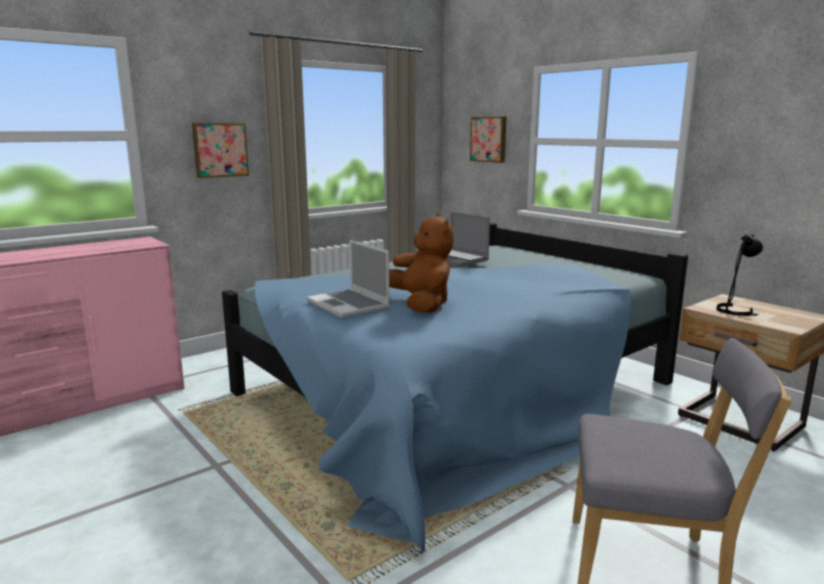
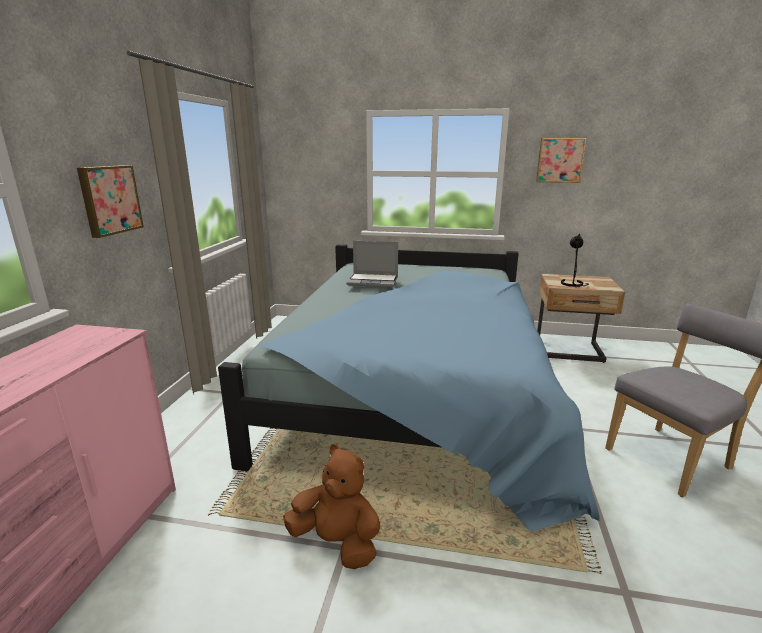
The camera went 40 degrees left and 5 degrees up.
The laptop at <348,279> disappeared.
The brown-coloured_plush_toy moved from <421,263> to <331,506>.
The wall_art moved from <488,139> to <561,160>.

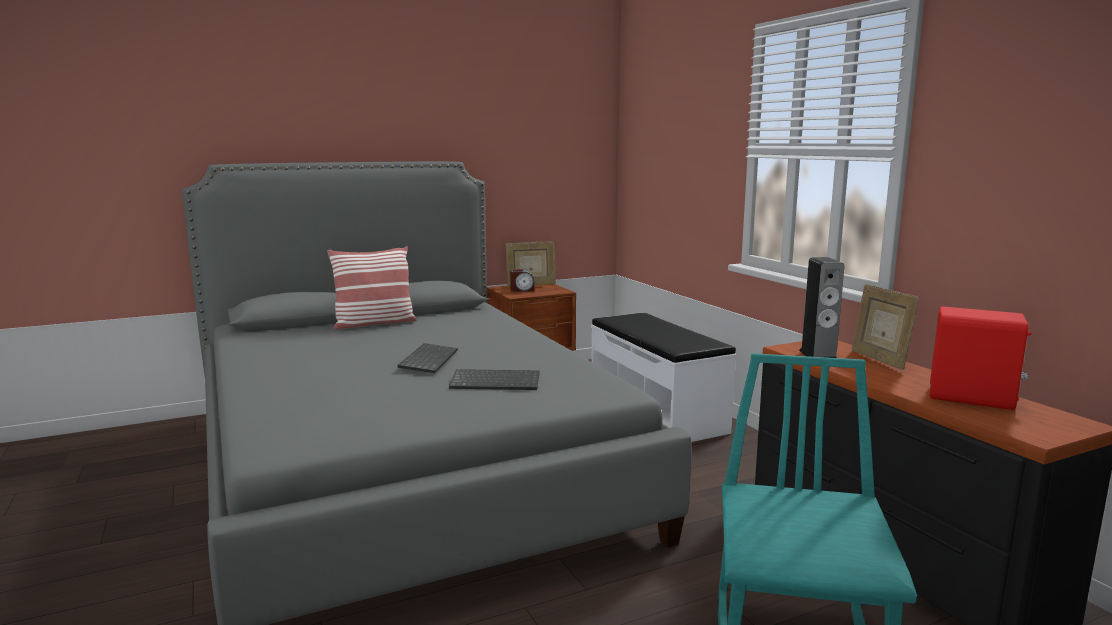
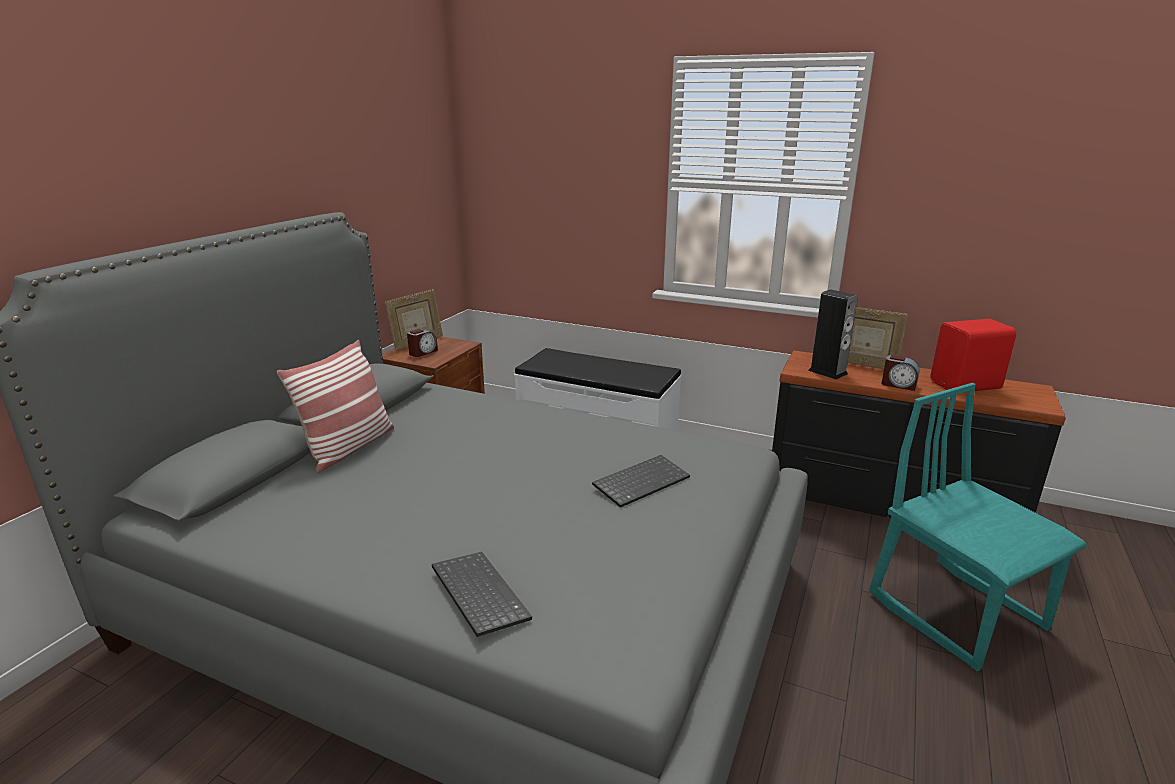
The camera went 40 degrees left and 10 degrees up.
The alarm_clock at <901,373> appeared.
The keyboard moved from <427,358> to <482,594>.

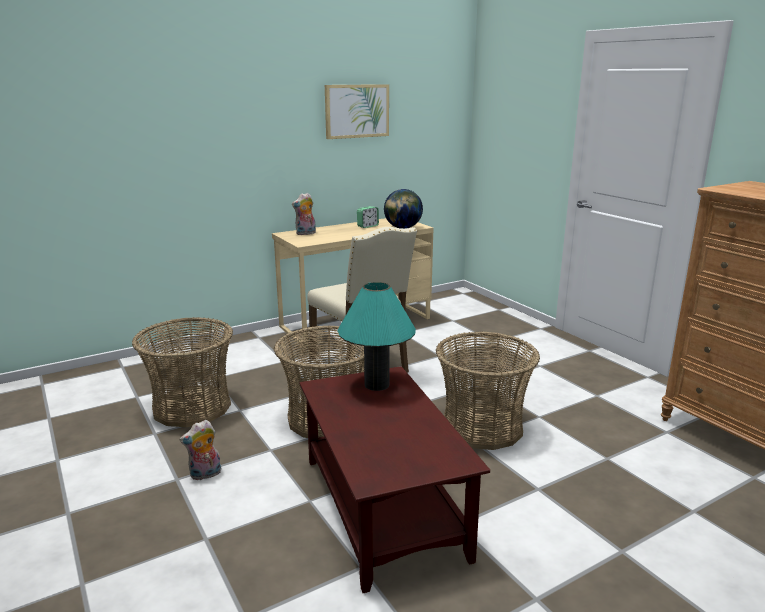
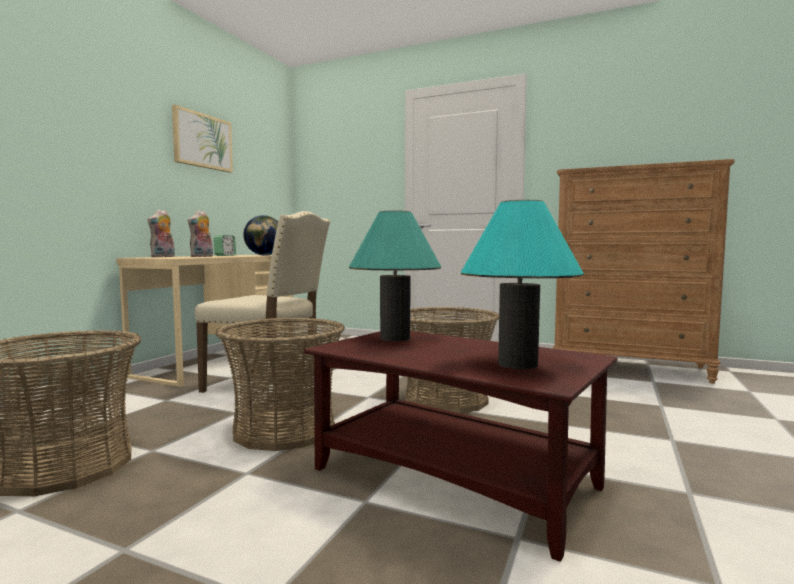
The camera went 35 degrees left and 15 degrees down.
The blue-green_table_lamp at <522,284> appeared.
The plush_toy moved from <200,450> to <200,234>.

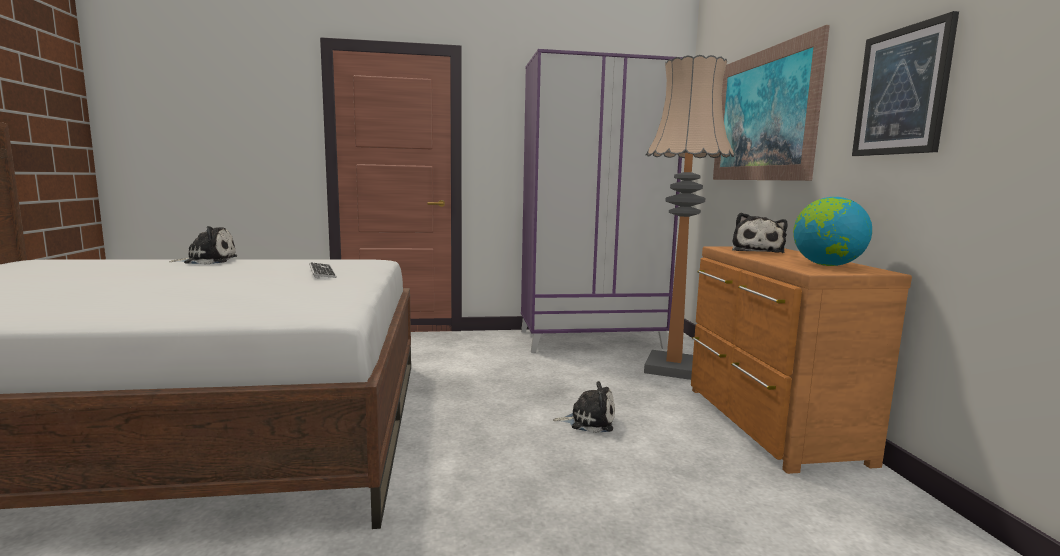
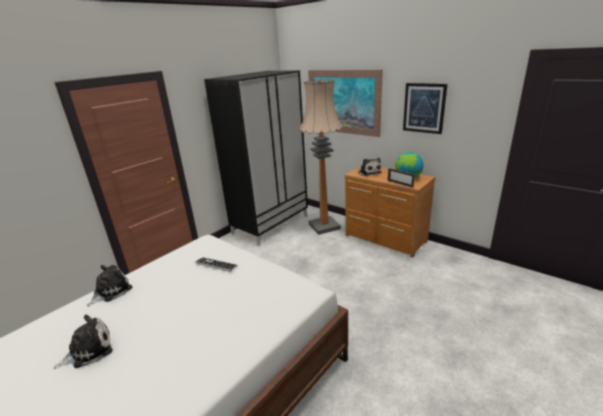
The camera went 40 degrees left and 15 degrees up.
The standing_frame at <401,178> appeared.
The plush_toy moved from <584,407> to <82,342>.
The purple_clothes_cupboard at <602,201> became the black_clothes_cupboard at <256,158>.

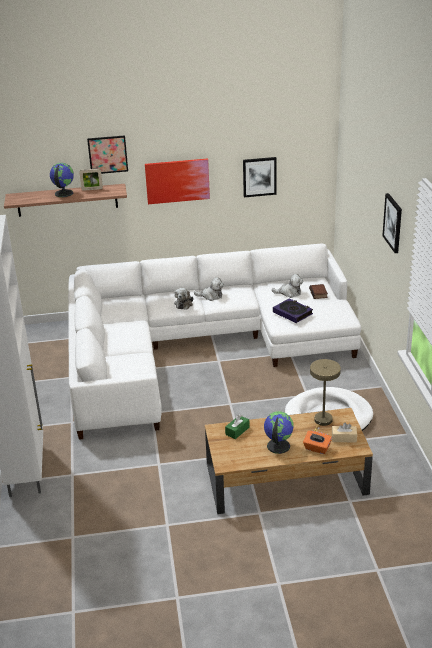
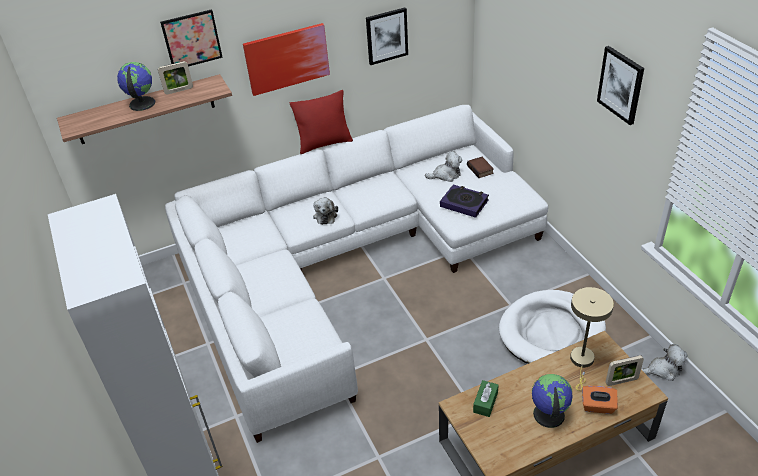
The camera went 15 degrees left and 10 degrees up.
The red-coloured_cushion at <321,122> appeared.
The plush_toy moved from <209,289> to <664,362>.
The beige-coloured_box_of_tissues at <344,432> was replaced by the standing_frame at <625,370>.

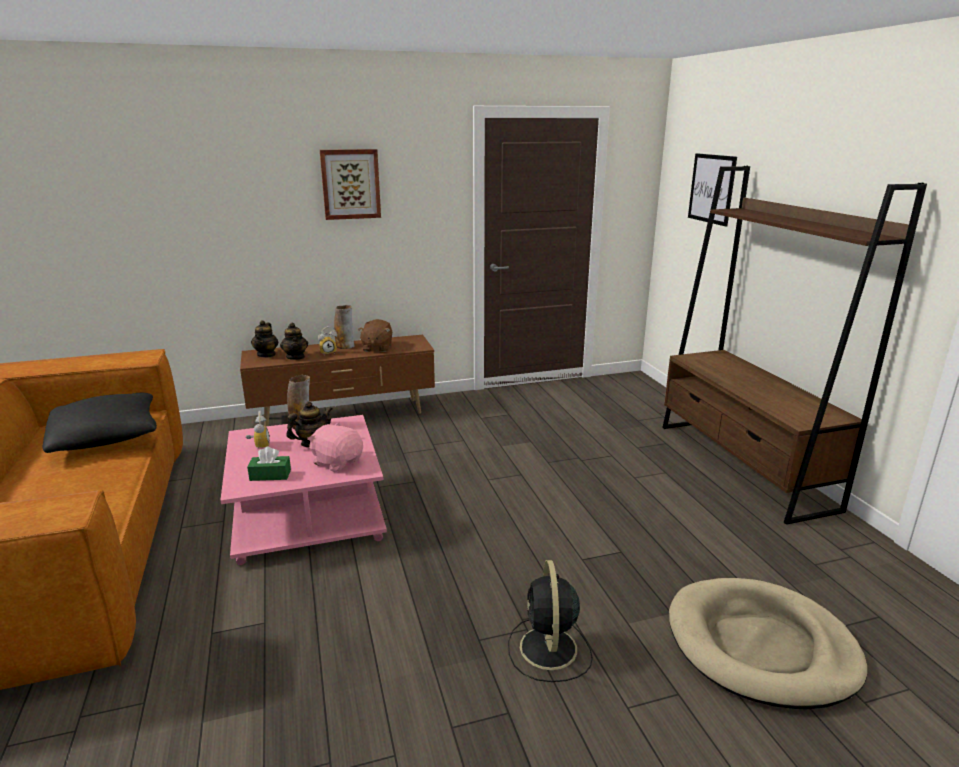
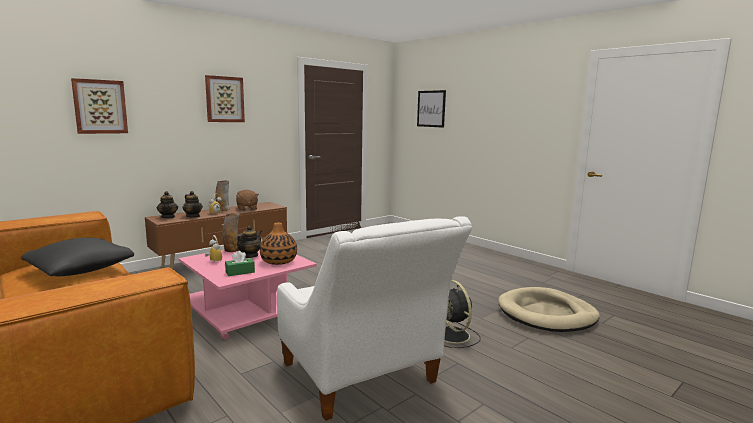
The camera went 25 degrees left and 10 degrees down.
The brown-coloured_shelving_unit at <794,345> disappeared.
The wall_art at <99,106> appeared.
The white_easy_chair at <374,318> appeared.
The pinkish_plush_toy at <335,447> was replaced by the vase at <278,244>.

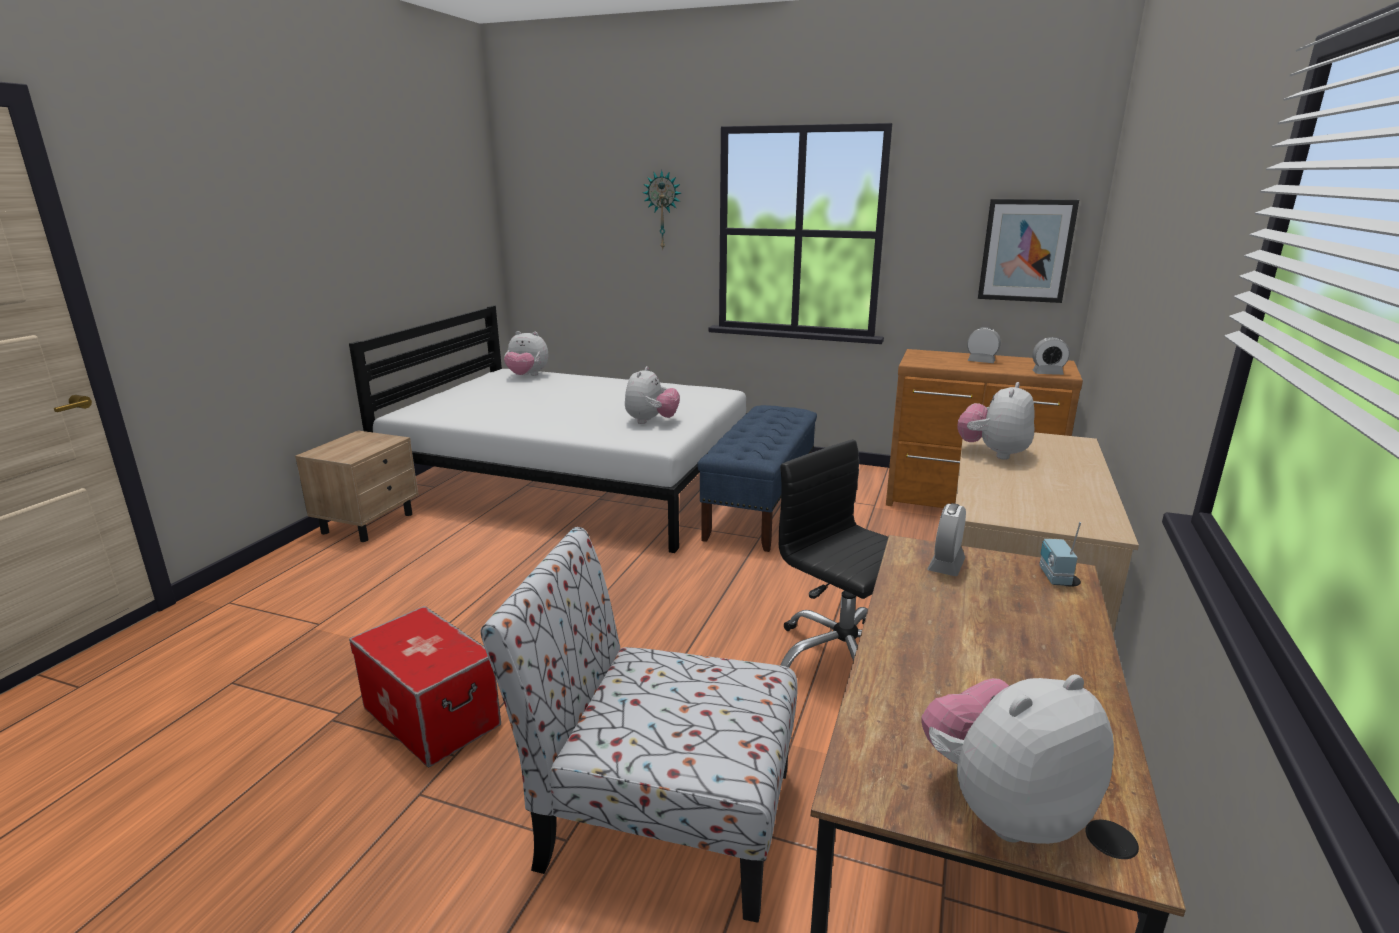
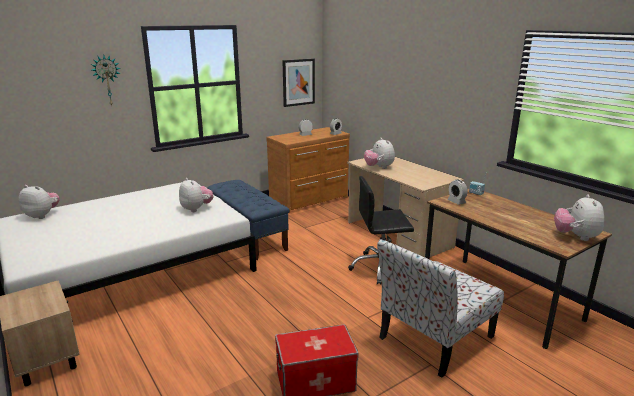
The camera went 55 degrees left and 0 degrees up.
The plush_toy at <526,353> turned 120 degrees counterclockwise.

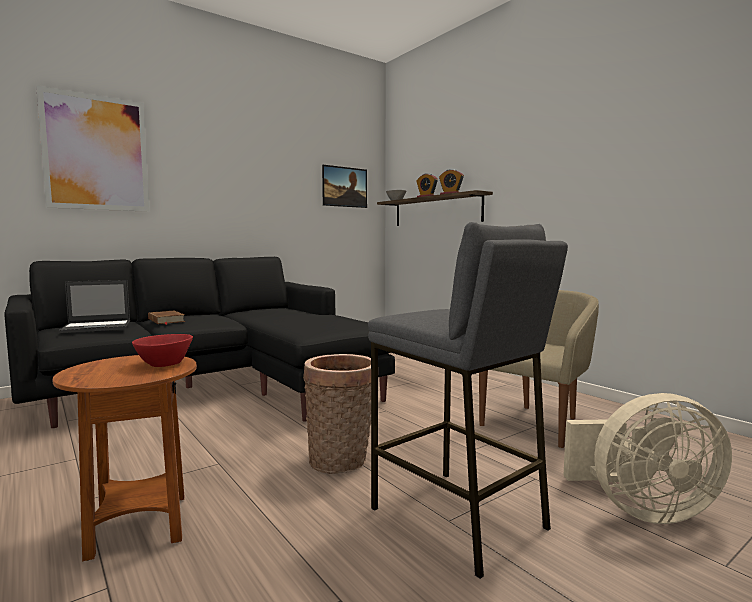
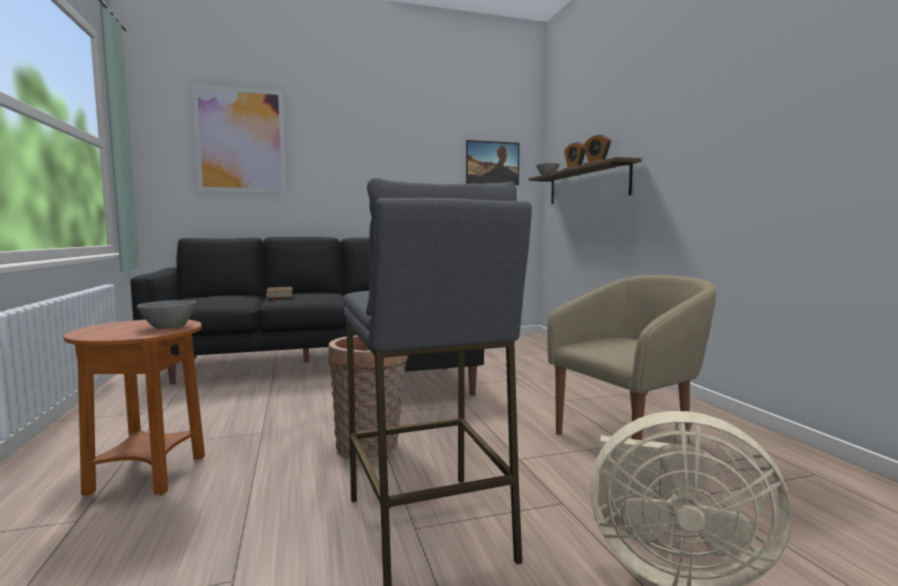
The camera went 20 degrees right and 0 degrees up.
The laptop at <94,306> disappeared.
The red-coloured_bowl at <162,350> became the gray_bowl at <166,314>.

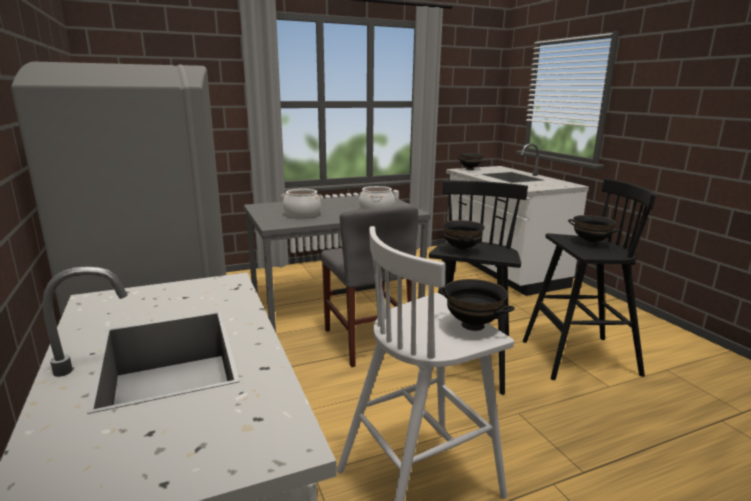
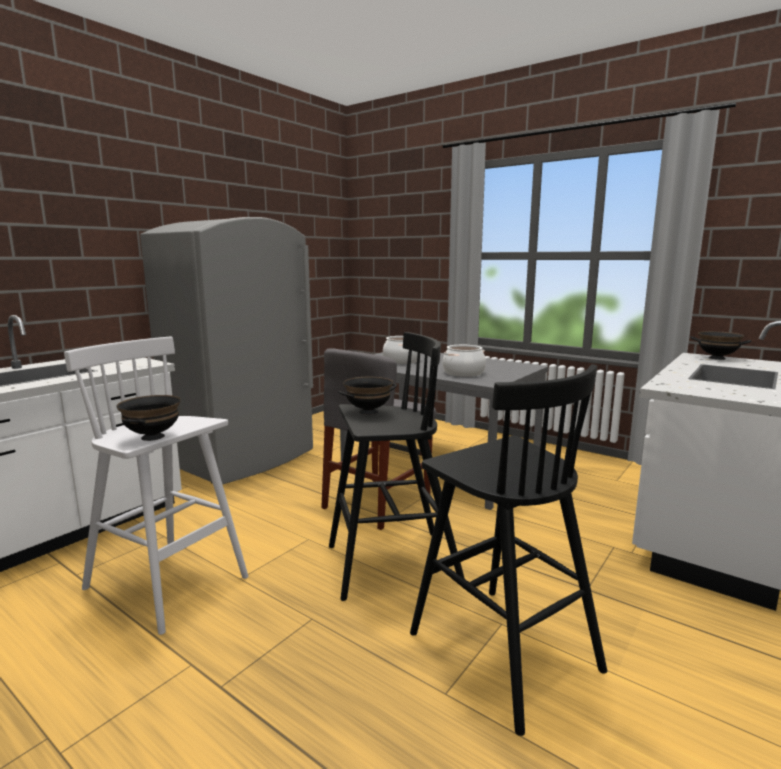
The camera went 60 degrees right and 5 degrees down.
The black_bowl at <594,230> disappeared.

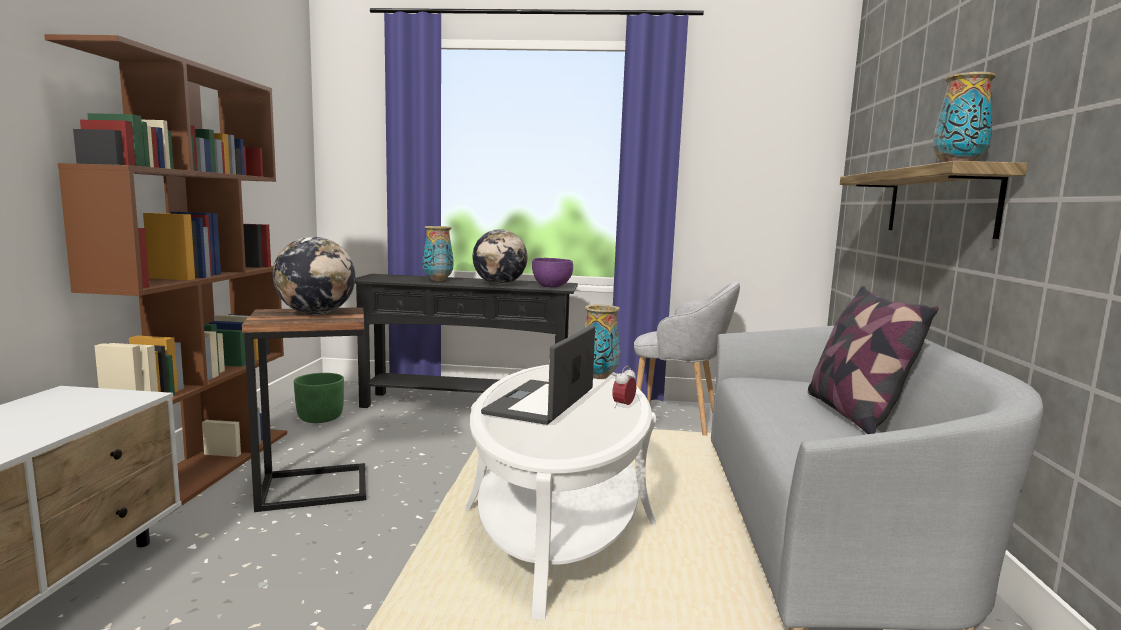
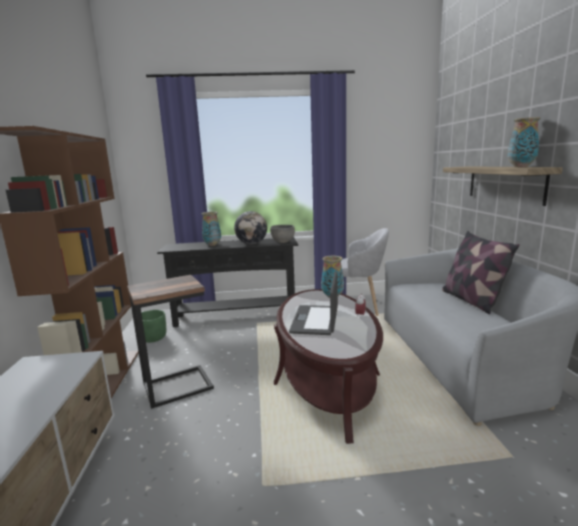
The camera went 10 degrees left and 5 degrees up.
The world_globe at <313,276> disappeared.
The white_low_table at <560,492> became the brown-coloured_low_table at <328,366>.
The purple_bowl at <552,273> became the gray_bowl at <282,234>.

